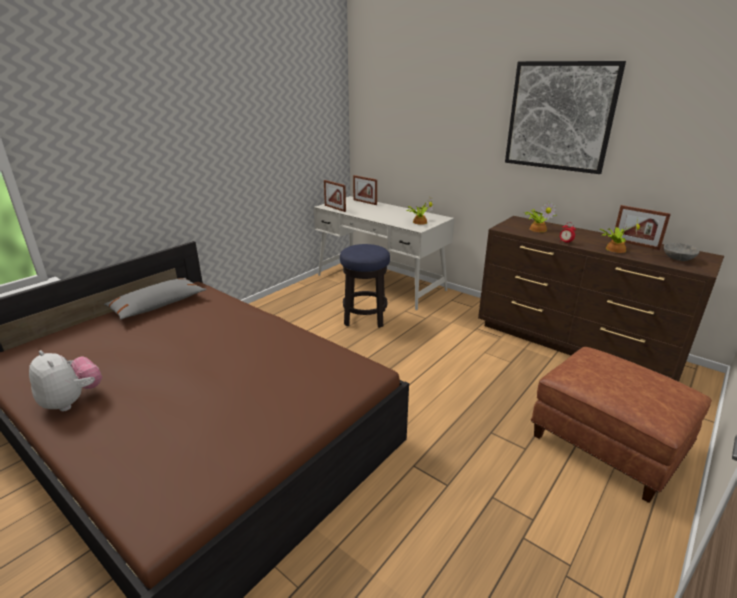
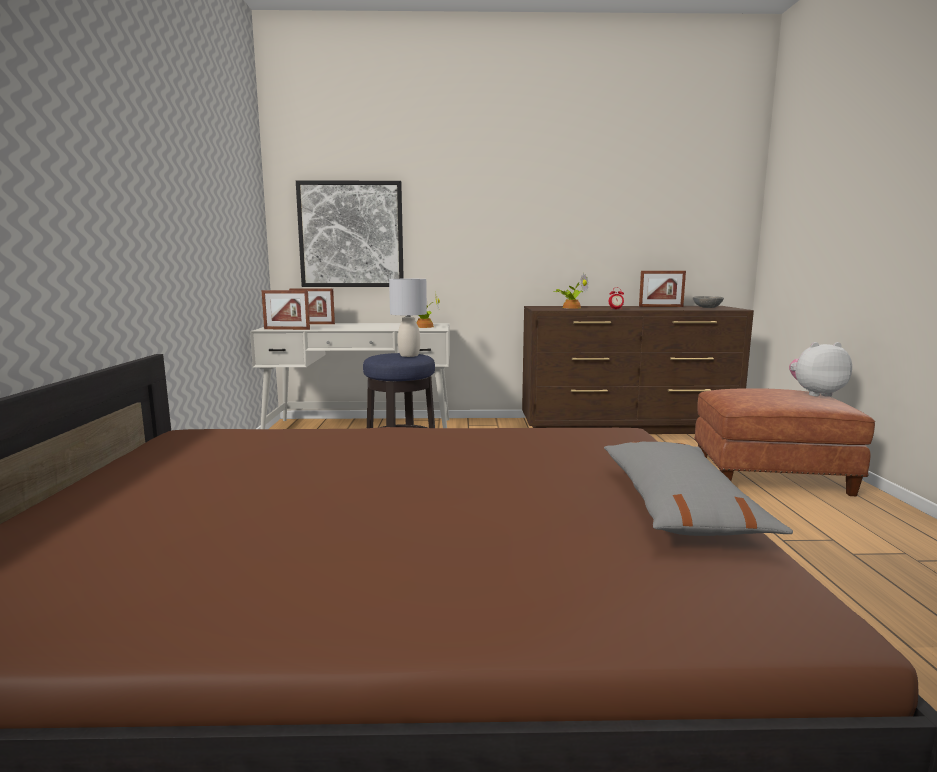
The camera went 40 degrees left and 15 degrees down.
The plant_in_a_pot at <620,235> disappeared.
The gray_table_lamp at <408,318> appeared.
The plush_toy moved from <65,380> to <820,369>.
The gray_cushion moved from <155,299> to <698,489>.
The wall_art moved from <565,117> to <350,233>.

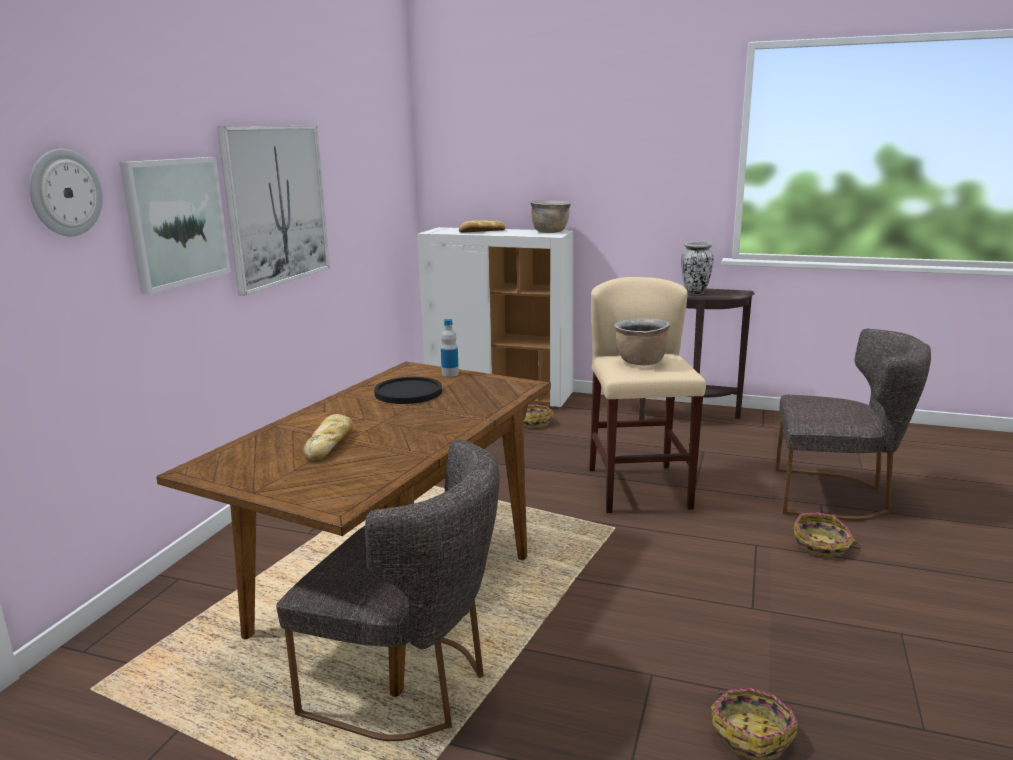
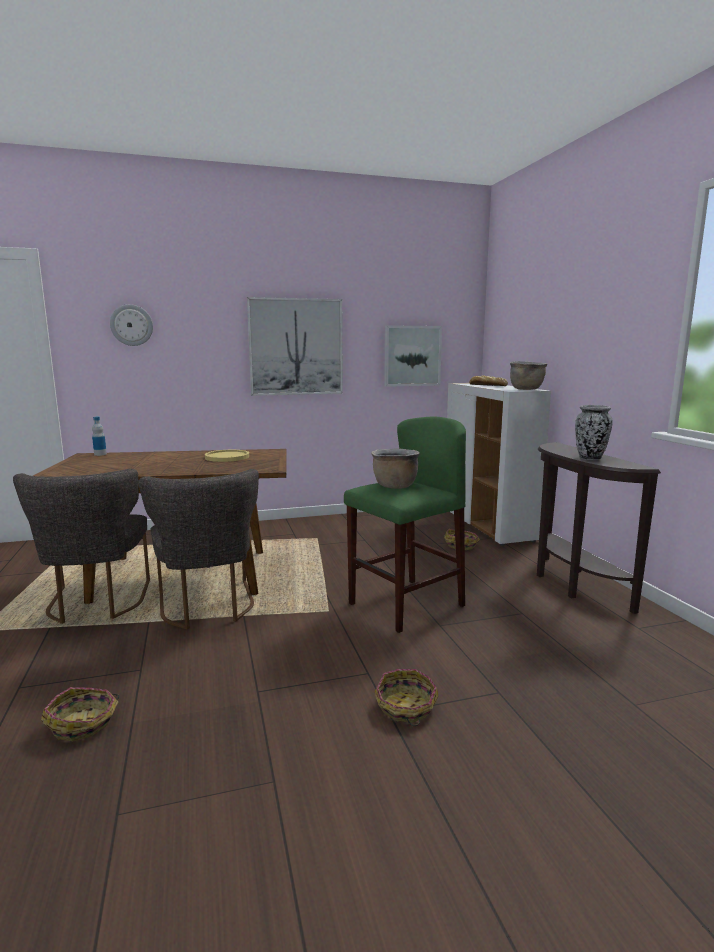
The camera went 55 degrees right and 5 degrees down.
The baked_bread at <328,438> disappeared.
The wall_art moved from <175,225> to <413,356>.
The beverage_bottle moved from <450,348> to <99,436>.
The gray_upright_chair moved from <853,425> to <198,549>.
The black_plate at <408,390> became the yellow_plate at <227,456>.
The beige-coloured_stool at <647,395> became the green-coloured_stool at <405,525>.

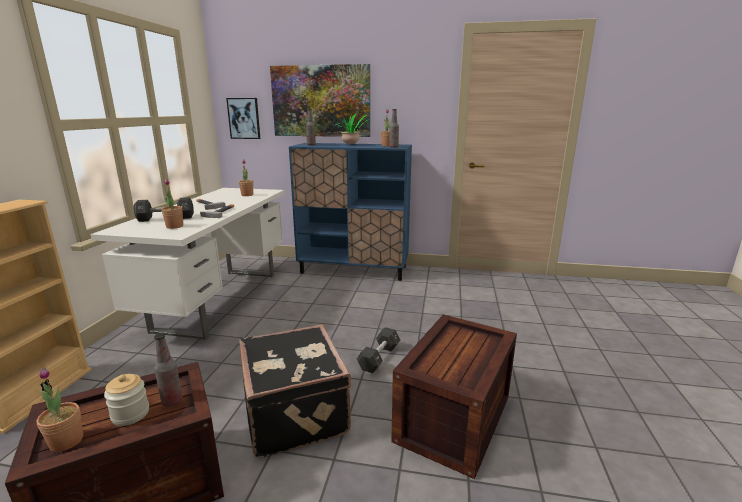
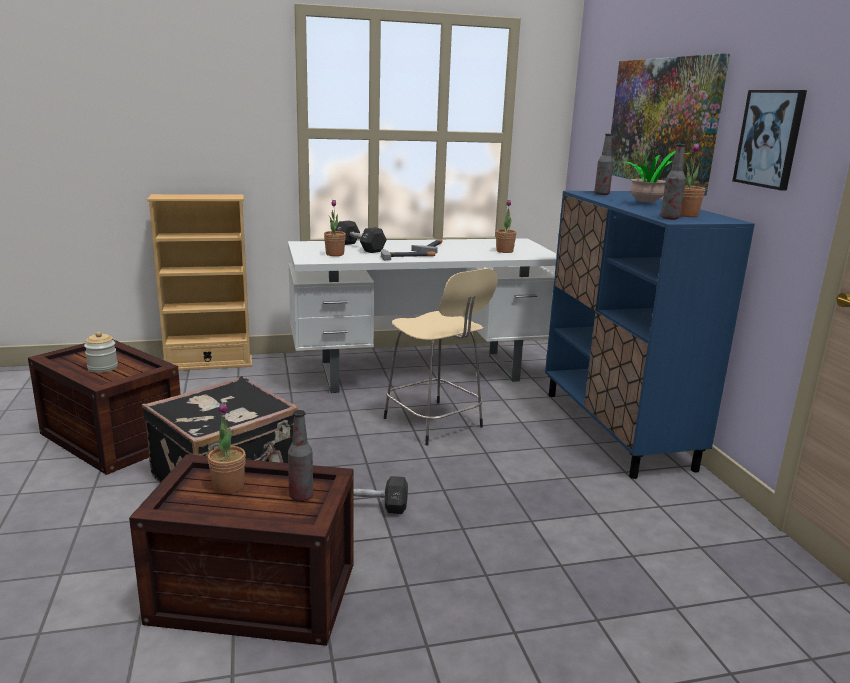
The camera went 65 degrees right and 0 degrees up.
The beige-coloured_stool at <441,357> appeared.
The plant_in_a_pot moved from <60,409> to <227,448>.
The beverage_bottle moved from <168,370> to <300,455>.
The wall_art moved from <243,118> to <769,140>.

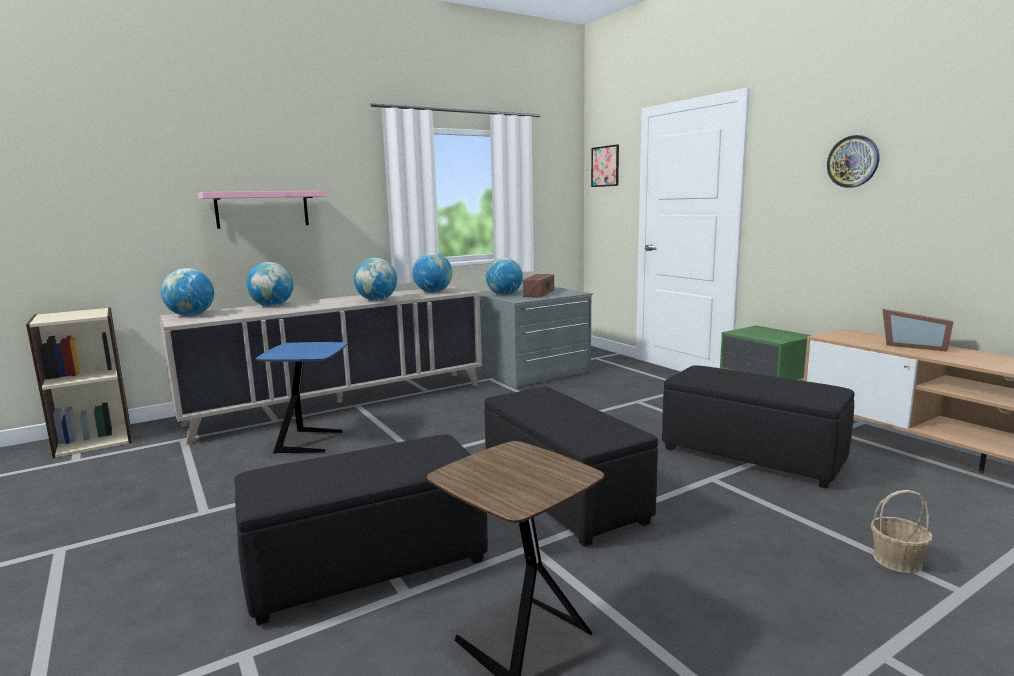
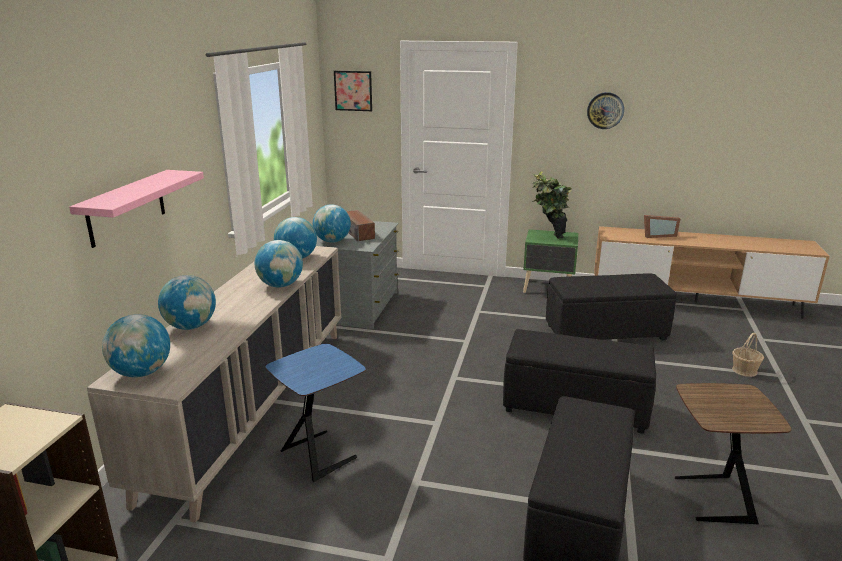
The camera went 45 degrees left and 10 degrees up.
The plant_in_a_pot at <552,205> appeared.

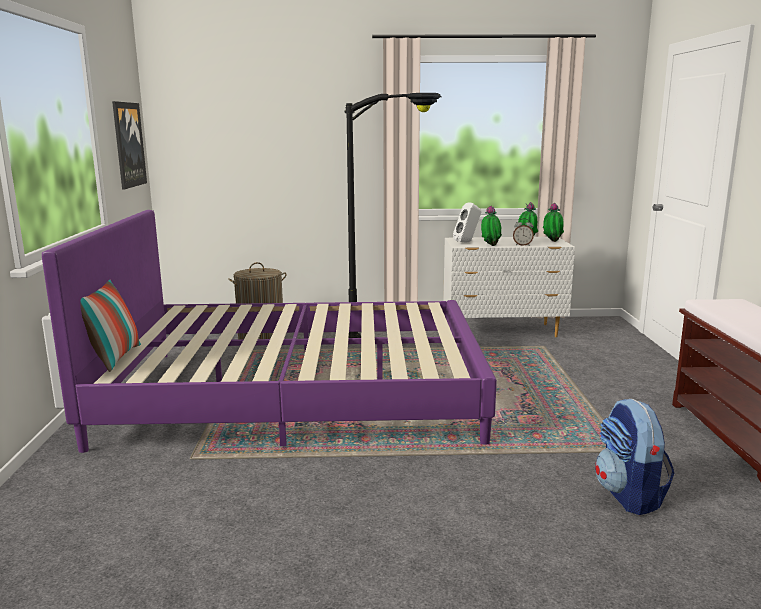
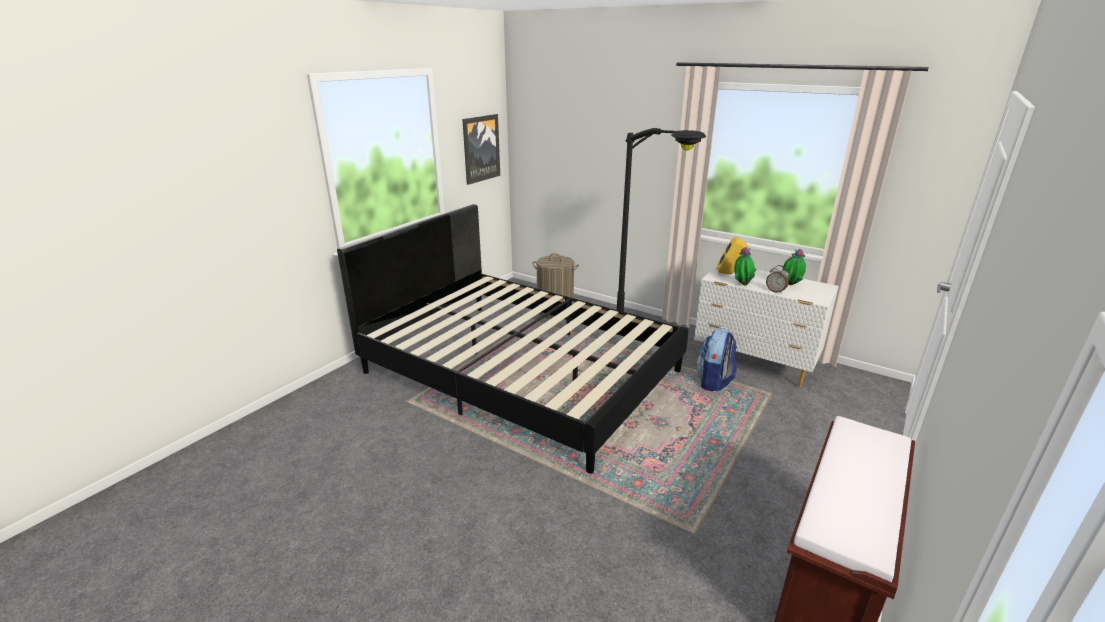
The camera went 35 degrees right and 10 degrees up.
The cushion at <110,325> disappeared.
The plant_in_a_pot at <553,222> disappeared.
The backpack moved from <634,457> to <716,359>.
The purple_bedroom_bed at <269,331> became the black_bedroom_bed at <513,339>.
The white_audio_speaker at <467,222> became the yellow_audio_speaker at <732,255>.

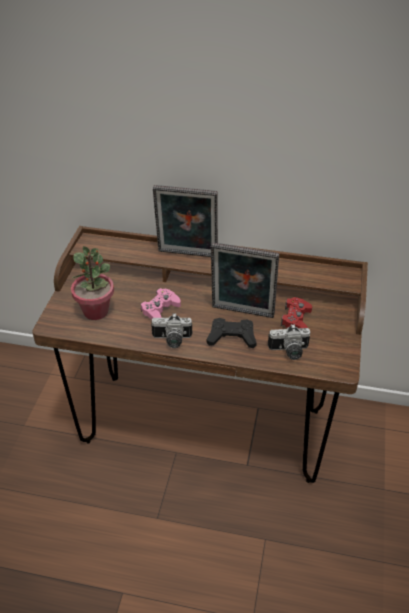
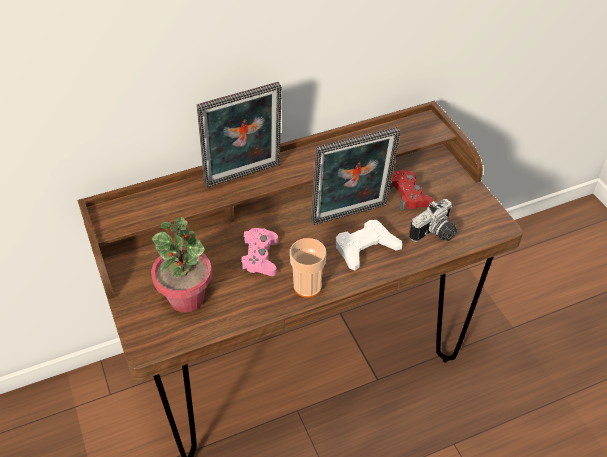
The camera went 35 degrees left and 5 degrees up.
The still_camera at <171,331> was replaced by the drinking_cup at <308,268>.
The black_joypad at <232,333> became the white_joypad at <369,245>.

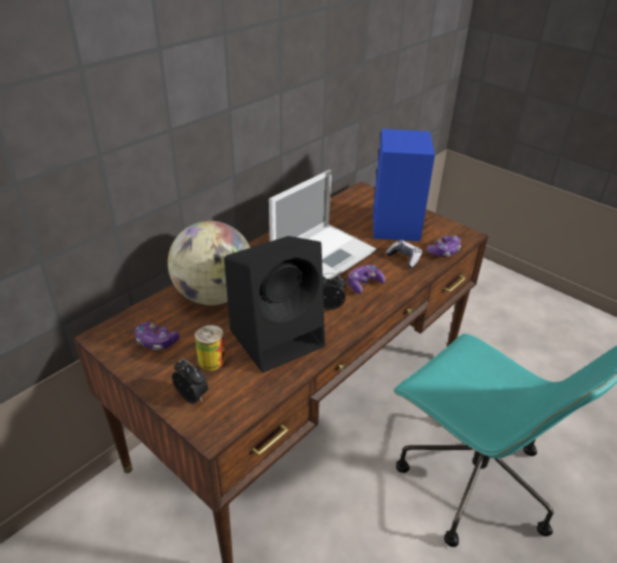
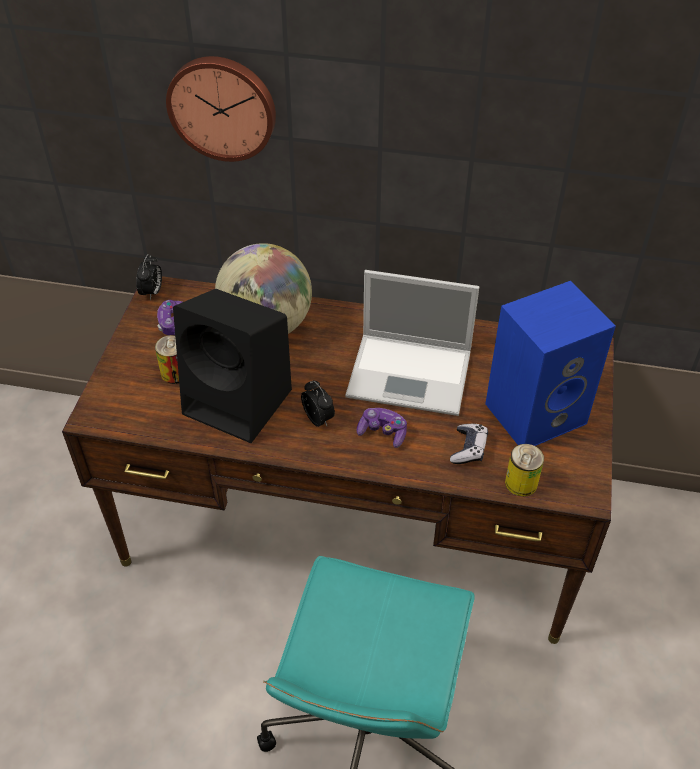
The camera went 60 degrees right and 10 degrees up.
The clock_on_the_wall at <221,109> appeared.
The alarm_clock moved from <190,381> to <149,277>.
The joypad at <444,245> was replaced by the sealed_can at <524,470>.

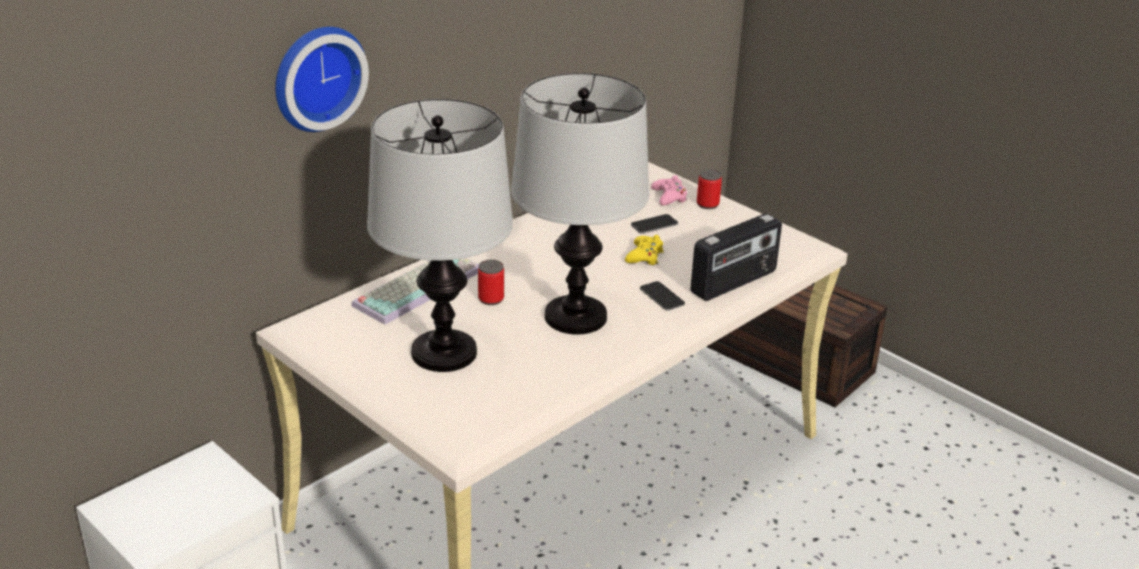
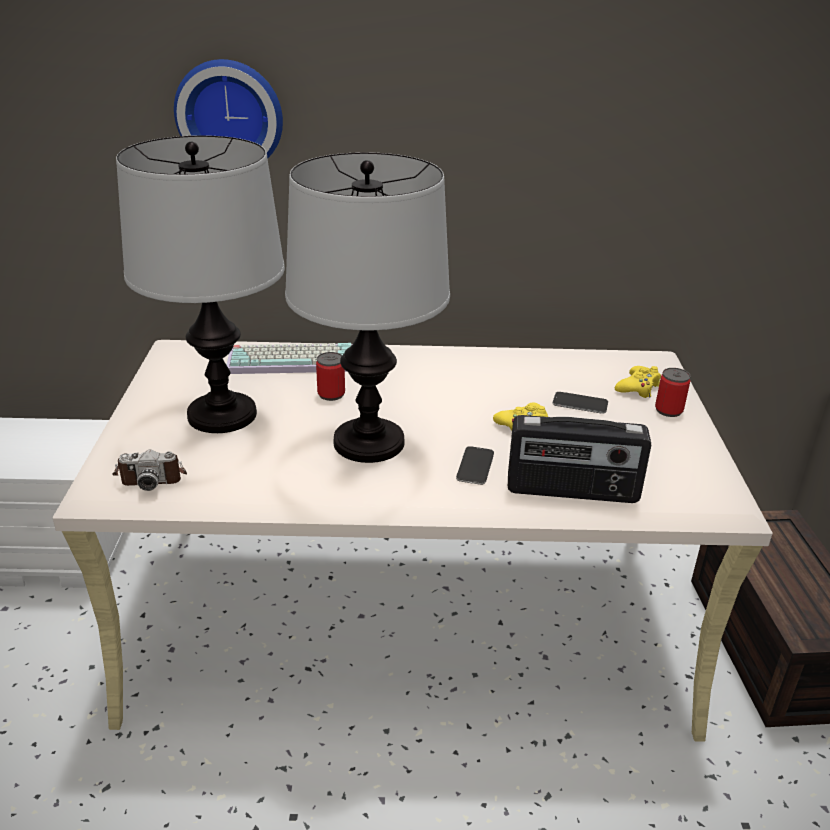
The camera went 45 degrees right and 0 degrees up.
The still_camera at <149,470> appeared.
The pinkish_joypad at <669,190> became the yellow_joypad at <638,382>.

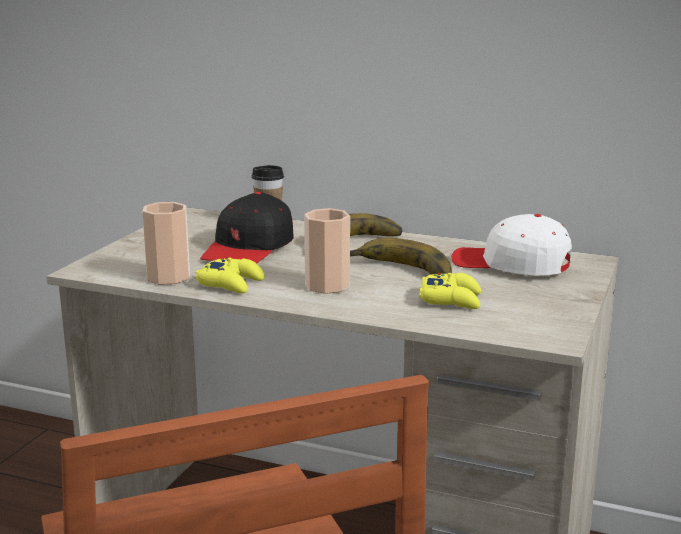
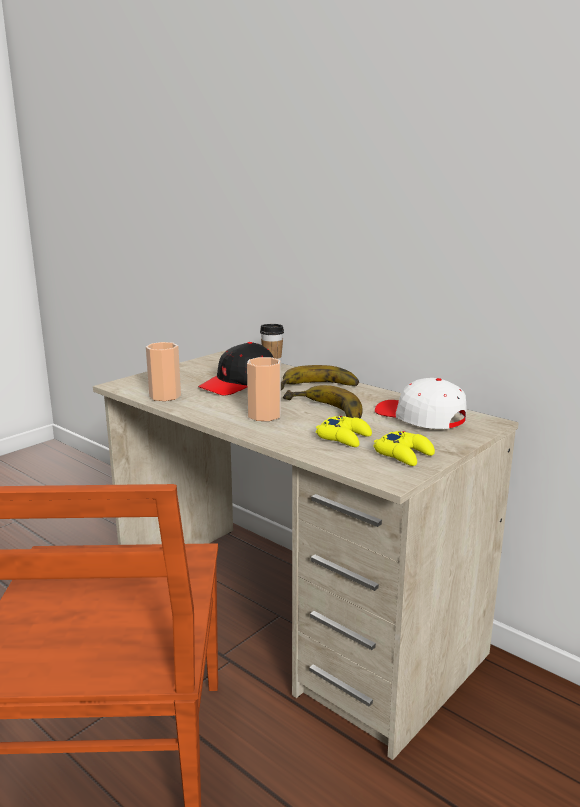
The camera went 20 degrees right and 0 degrees up.
The yellow_joypad moved from <230,275> to <404,448>.

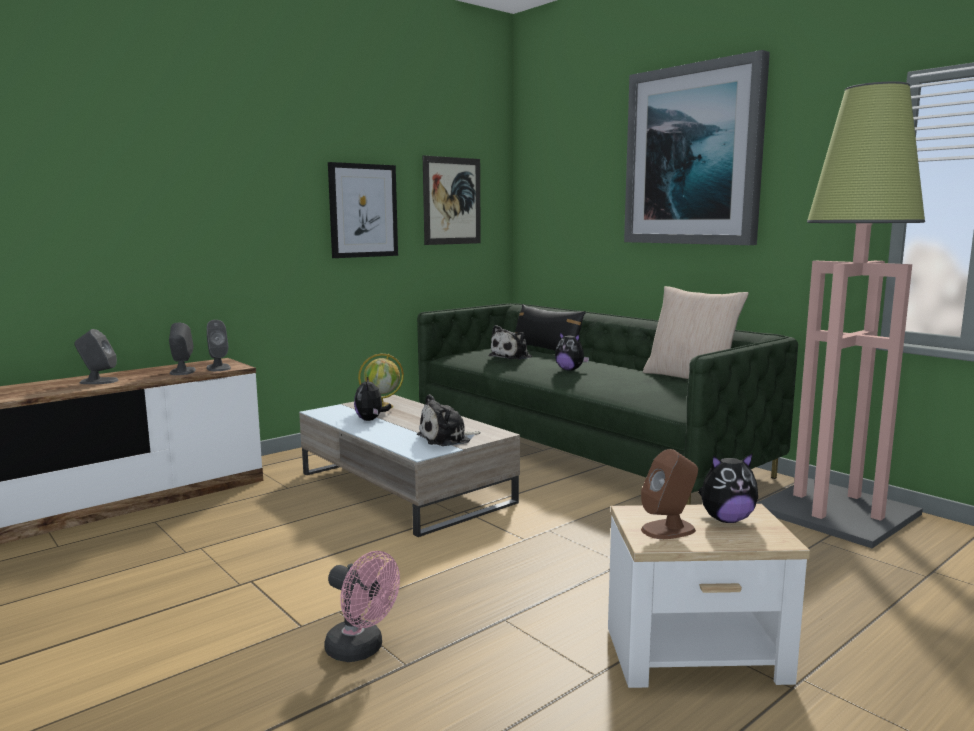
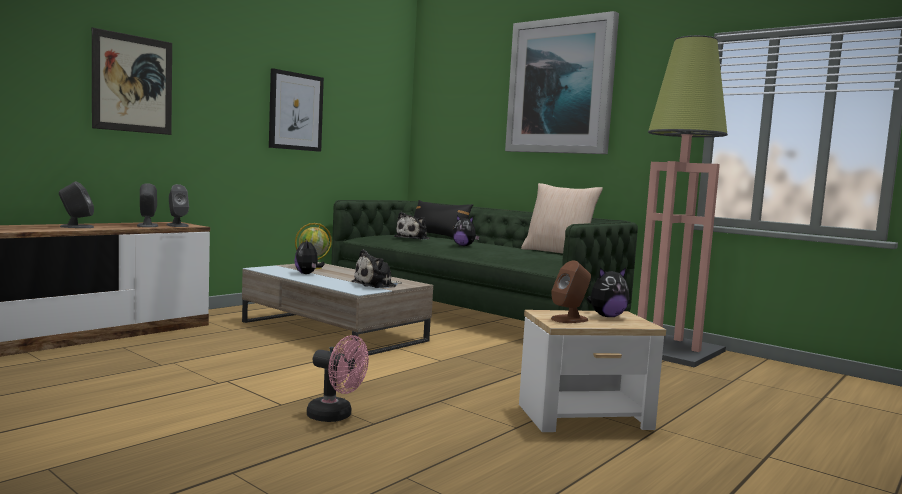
The camera went 10 degrees left and 5 degrees down.
The wall_art moved from <452,200> to <132,81>.

